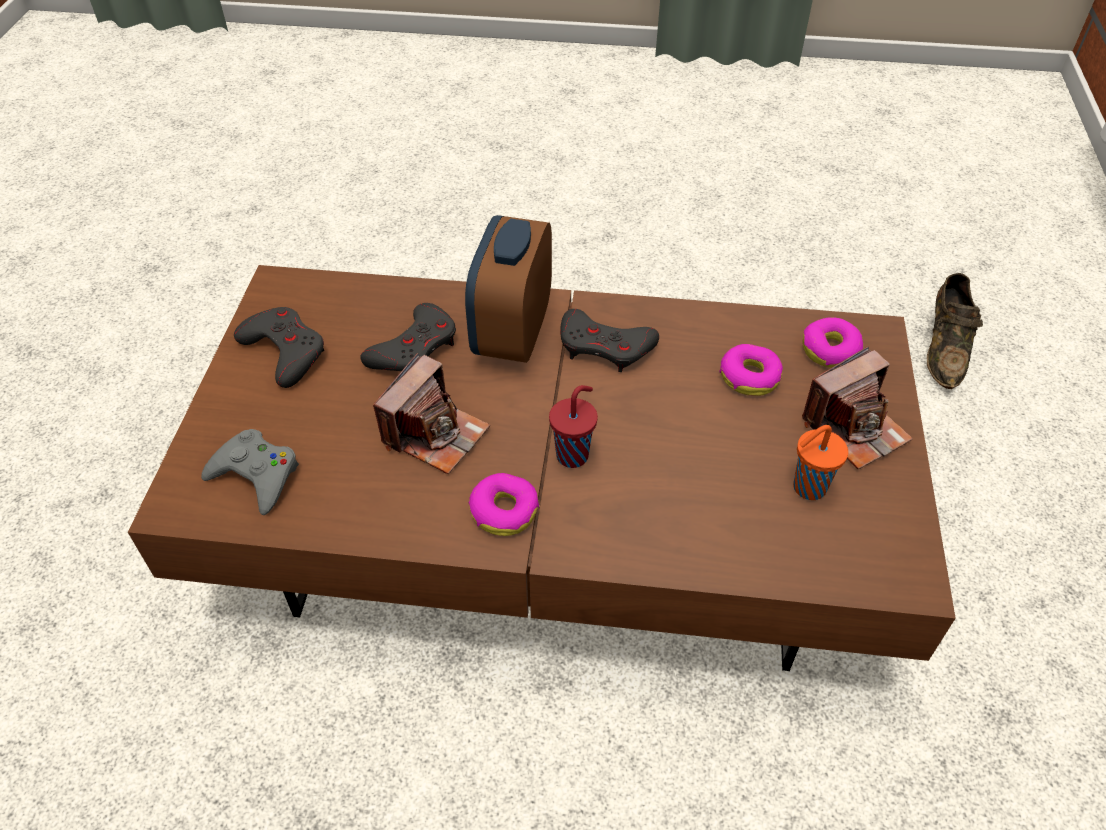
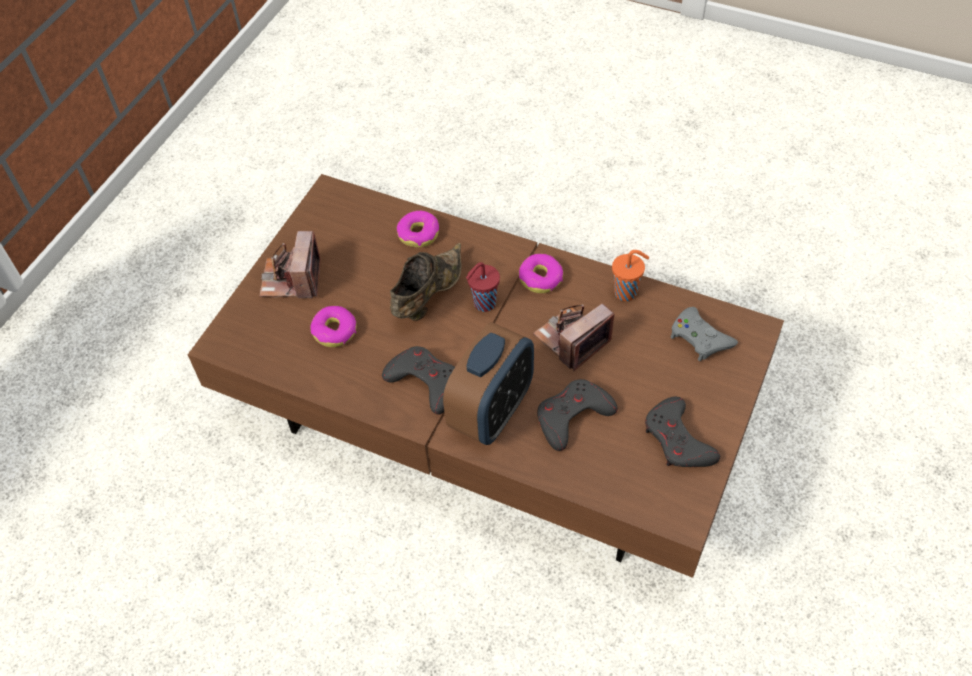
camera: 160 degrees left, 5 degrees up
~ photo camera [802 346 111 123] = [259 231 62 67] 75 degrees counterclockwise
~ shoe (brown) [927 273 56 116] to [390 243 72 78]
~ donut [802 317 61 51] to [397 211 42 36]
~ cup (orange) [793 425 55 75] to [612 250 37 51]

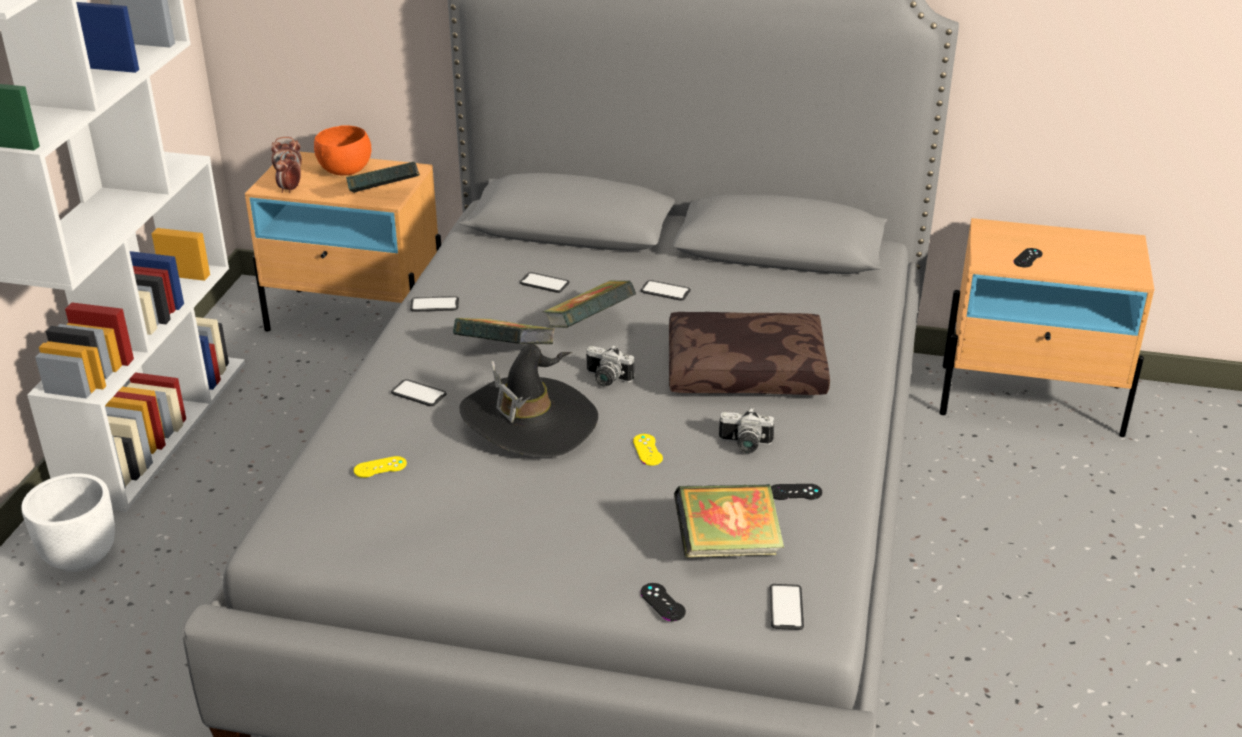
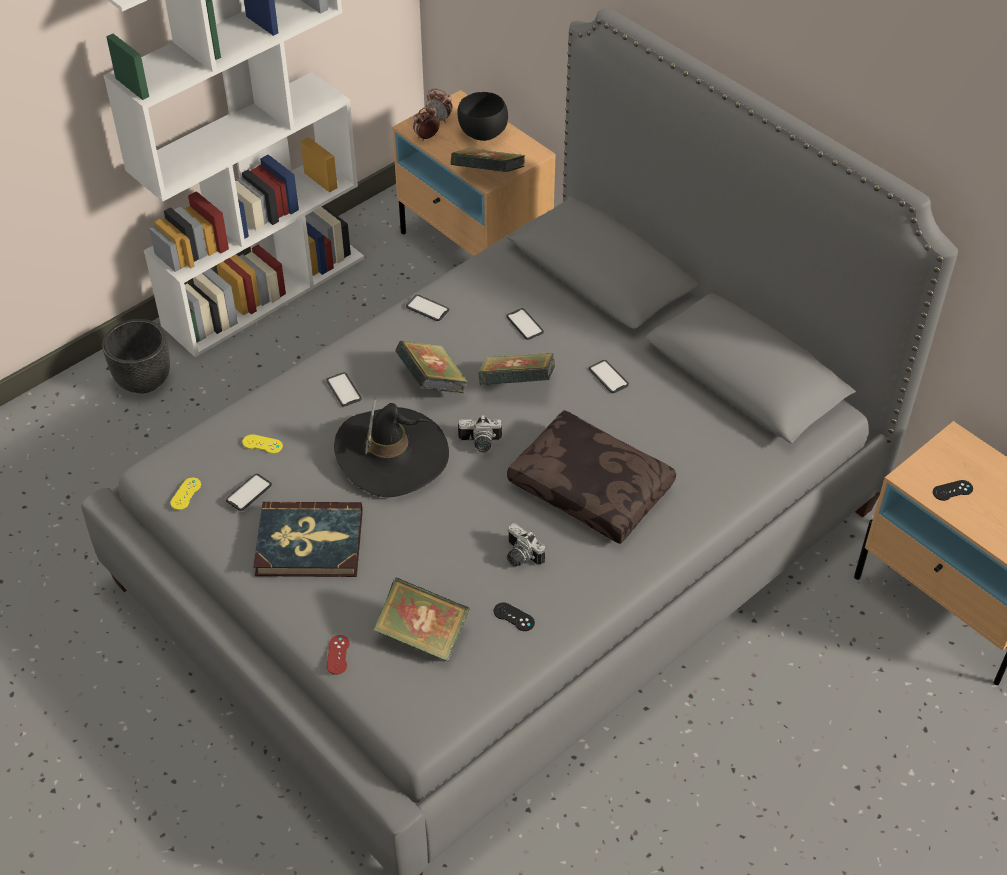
camera: 35 degrees right, 15 degrees up
~ planter (white) [21 473 94 99] to planter (black) [102 319 68 75]
~ game controller (yellow) [633 434 30 32] to [170 478 31 32]
~ phone [770 584 34 46] to [226 474 46 37]
+ book [253 502 110 75]
~ game controller (black) [640 583 46 38] to game controller (red) [327 635 23 40]
~ bowl (orange) [314 125 57 51] to bowl (black) [457 92 51 49]
~ photo camera [586 345 48 42] = [458 415 44 37] 60 degrees counterclockwise

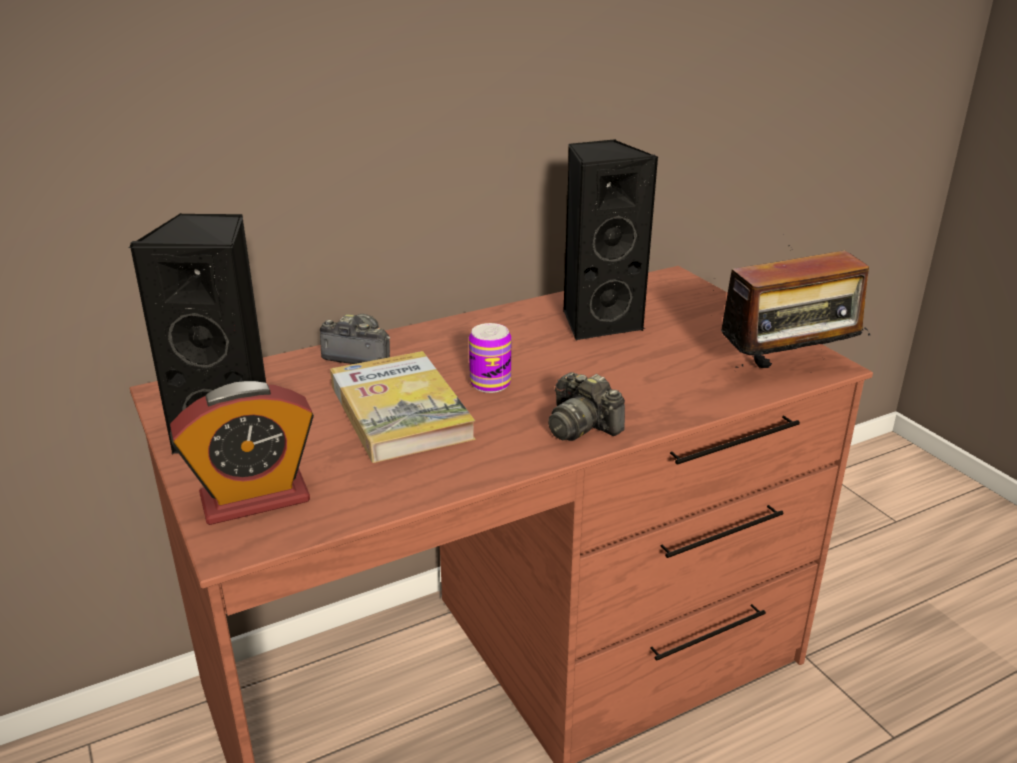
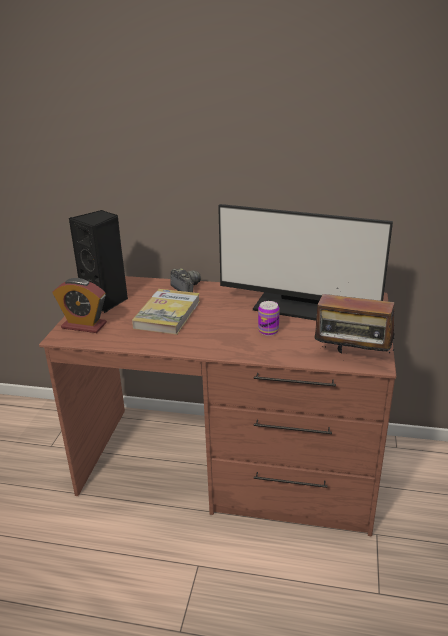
camera: 40 degrees right, 0 degrees up
~ speaker (black) [563 139 95 201] to monitor [218 204 175 117]
~ can [469 323 42 70] to [258 301 22 35]
- photo camera [548 372 77 69]

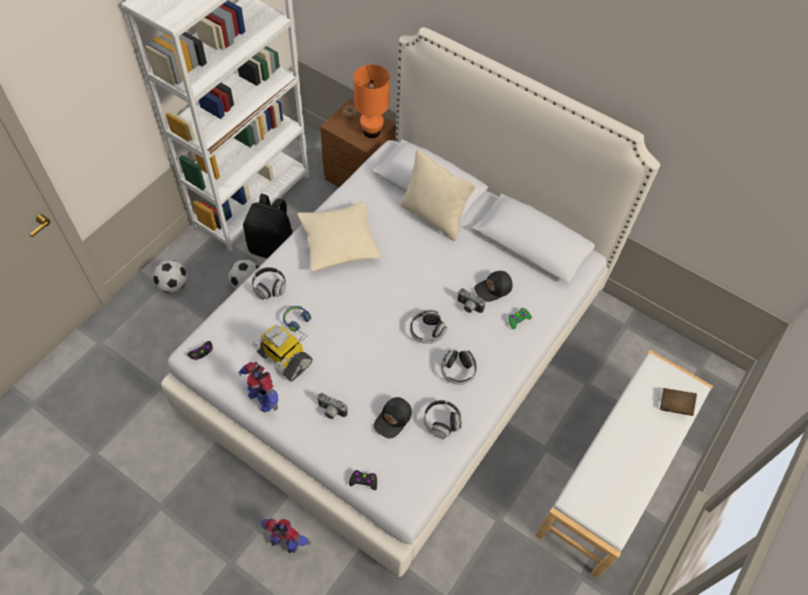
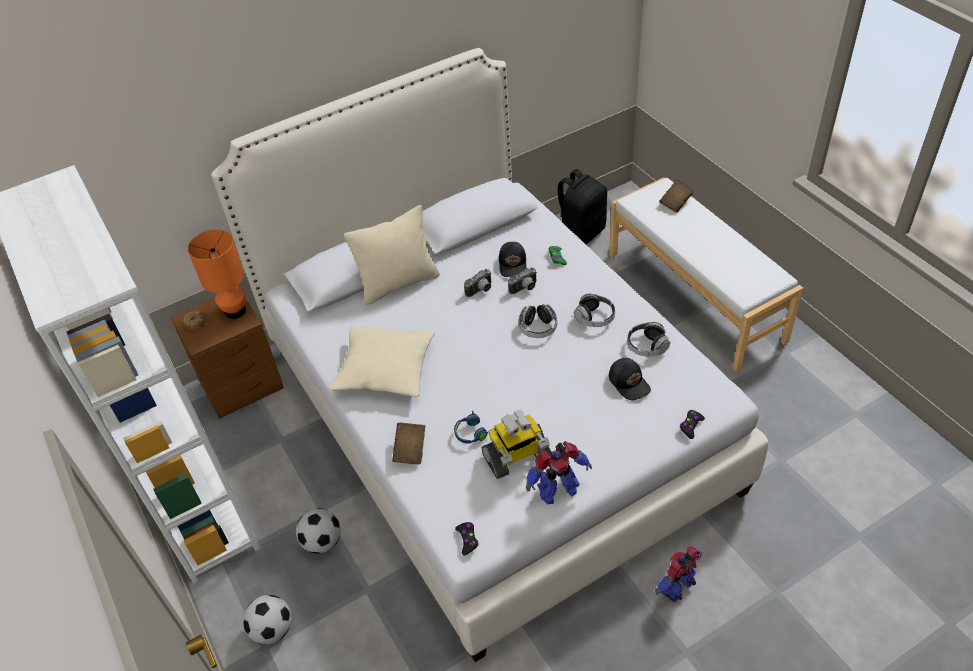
camera: 60 degrees left, 10 degrees down
~ headphones [252 267 34 33] to book (brown) [392 422 33 42]
~ photo camera [317 393 31 26] to [464 269 28 28]
~ backpack (black) [243 194 50 64] to [558 169 49 75]

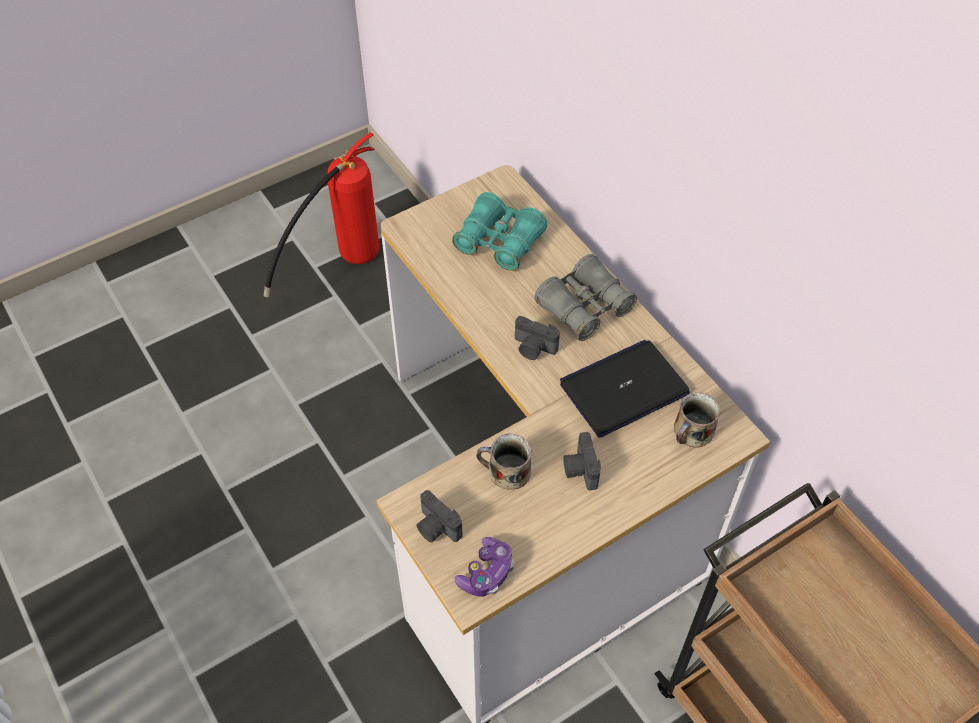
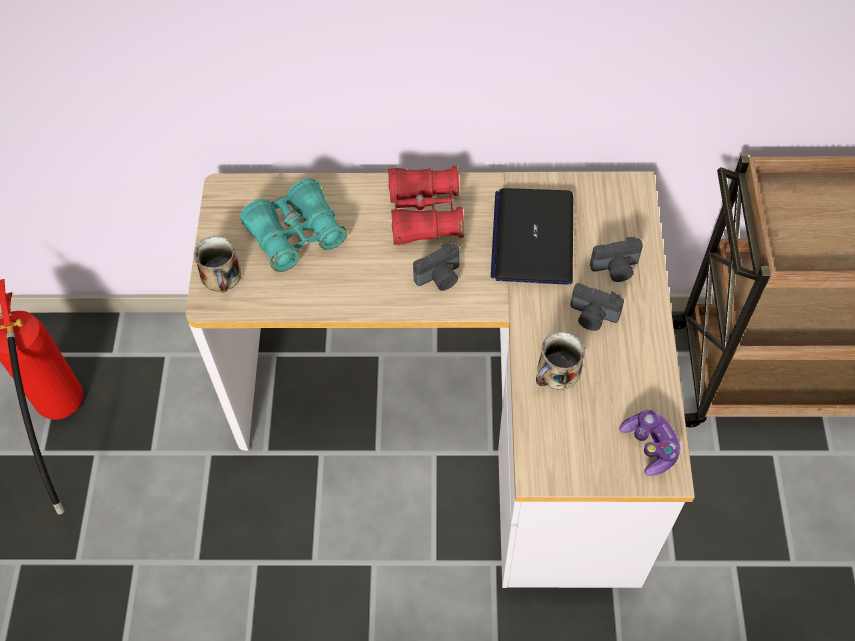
camera: 55 degrees left, 5 degrees up
~ mug [674 392 47 56] to [194 236 48 57]
~ binoculars (grey) [534 254 103 87] to binoculars (red) [388 166 76 79]
~ photo camera [417 490 46 53] to [590 237 53 45]

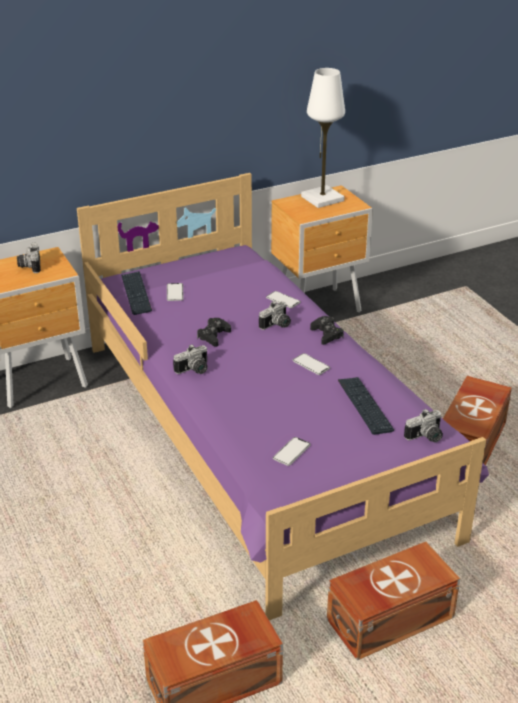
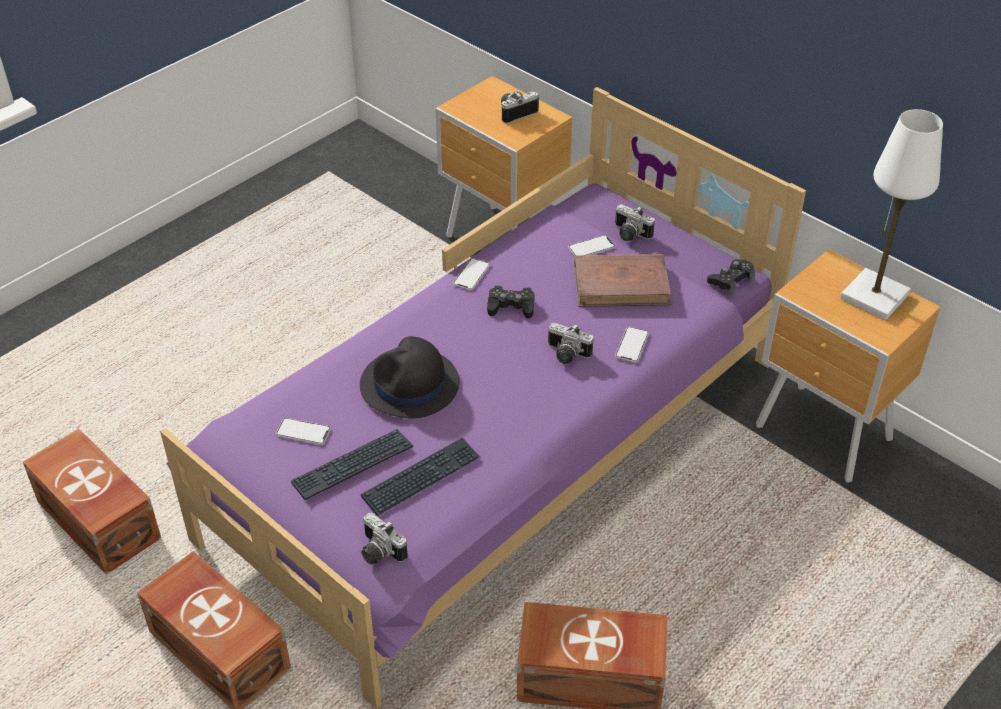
camera: 70 degrees right, 10 degrees up
~ keyboard [121 271 31 44] to [291 429 122 71]
+ hat (black) [360 336 99 83]
~ phone [293 353 37 22] to [453 258 37 32]
+ book (brown) [574 254 98 53]
~ photo camera [173 344 35 30] to [615 204 40 37]
~ game controller (black) [310 316 34 29] to [707 259 48 36]

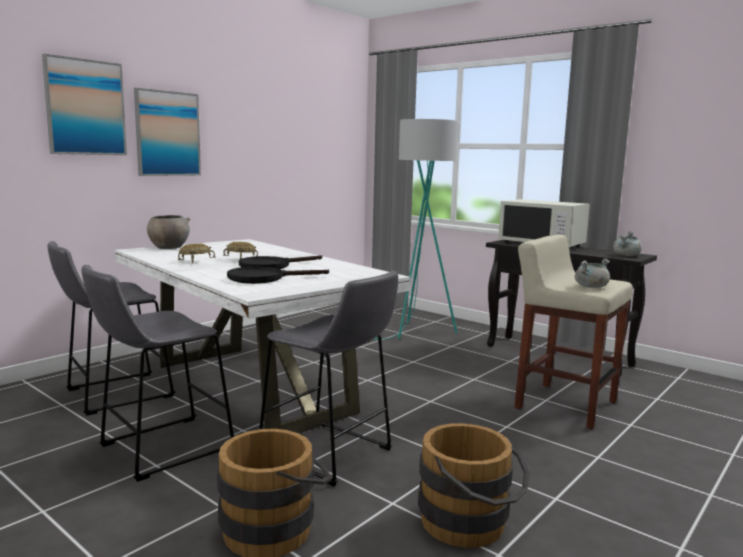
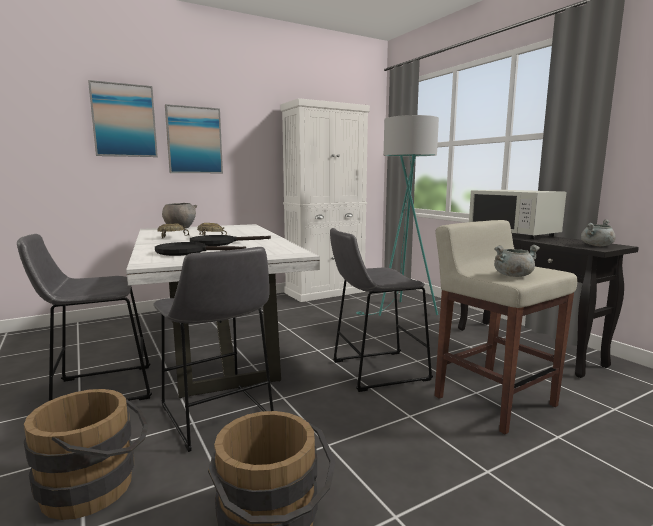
camera: 20 degrees right, 0 degrees up
+ cabinet (white) [281 98 89 204]
~ stool (grey) [47 241 128 175] to [330 228 103 164]

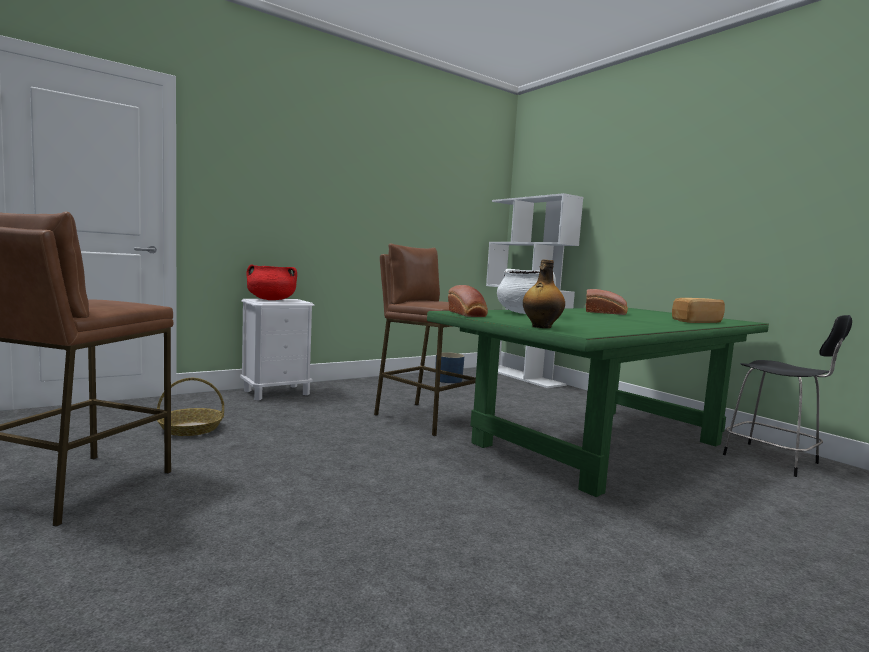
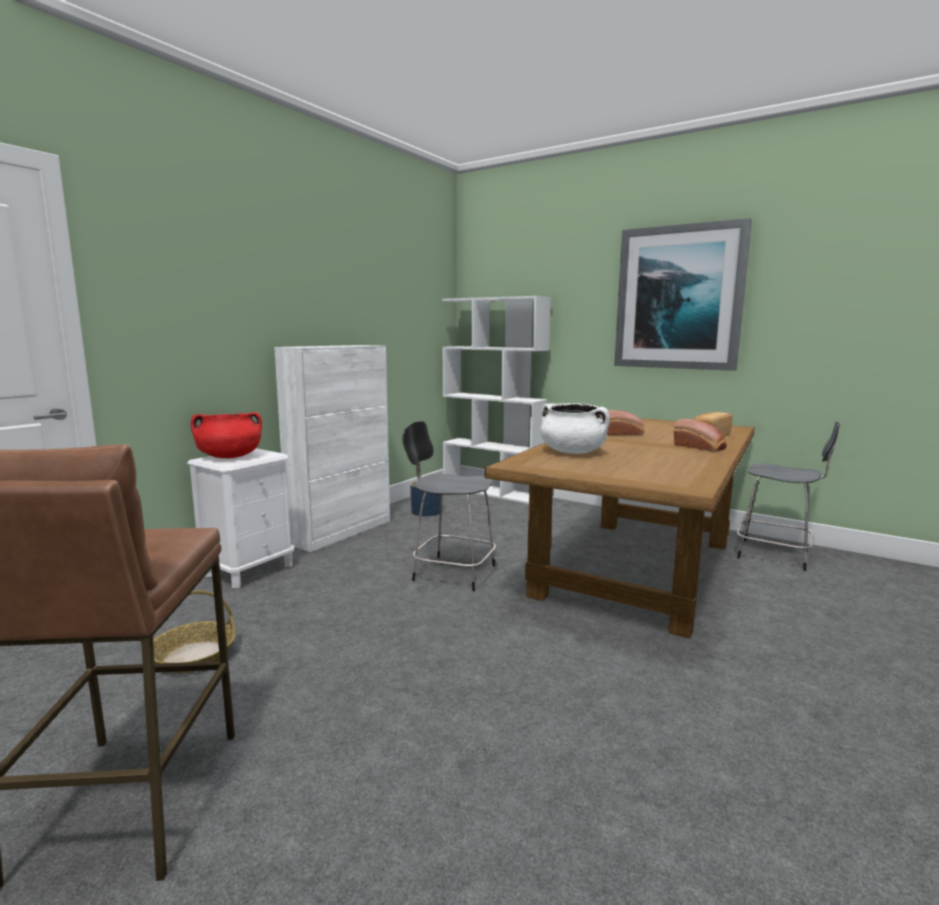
camera: 20 degrees left, 5 degrees up
+ cabinet (white) [274 345 116 207]
~ stool (brown) [374 243 114 193] to chair (black) [402 421 94 170]
~ dining table (green) [427 308 342 189] to dining table (brown) [485 418 270 221]
+ picture [614 218 138 153]
~ bread [448 285 40 32] to [674 419 53 33]
- bottle [523 259 42 69]

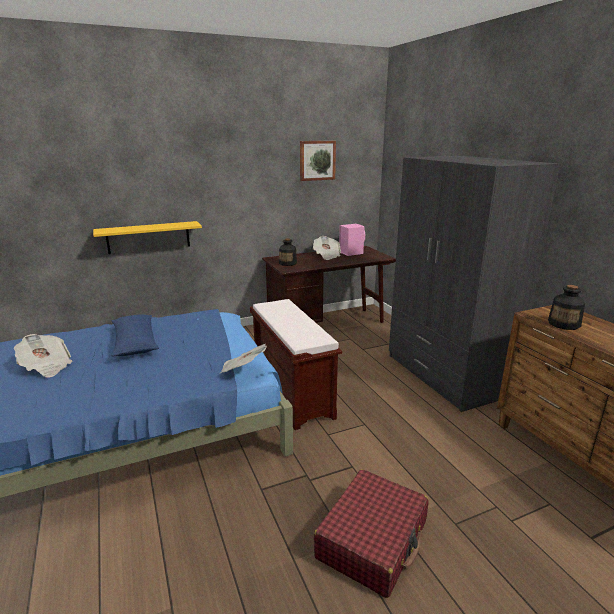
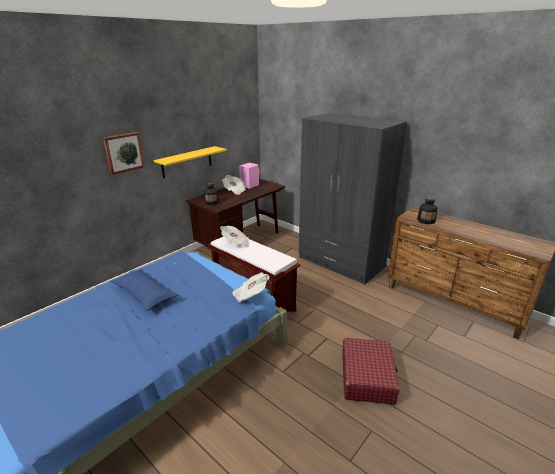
camera: 25 degrees left, 5 degrees up
~ picture [300 141 36 40] to [103 132 42 43]
~ shelf (yellow) [93 221 109 33] to [154 146 73 32]
~ newspaper [14 334 58 43] to [220 226 29 21]

